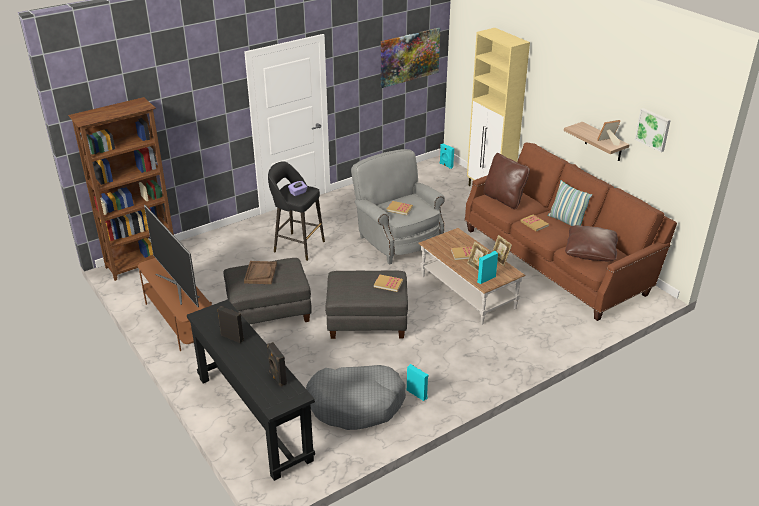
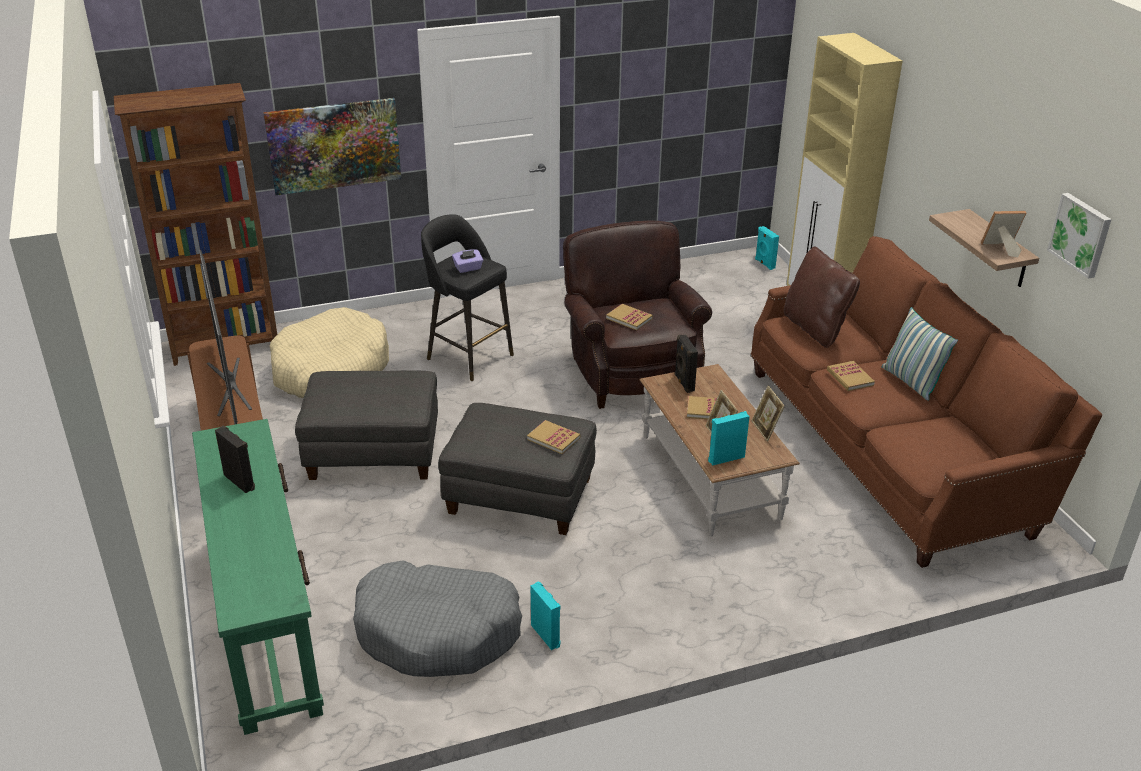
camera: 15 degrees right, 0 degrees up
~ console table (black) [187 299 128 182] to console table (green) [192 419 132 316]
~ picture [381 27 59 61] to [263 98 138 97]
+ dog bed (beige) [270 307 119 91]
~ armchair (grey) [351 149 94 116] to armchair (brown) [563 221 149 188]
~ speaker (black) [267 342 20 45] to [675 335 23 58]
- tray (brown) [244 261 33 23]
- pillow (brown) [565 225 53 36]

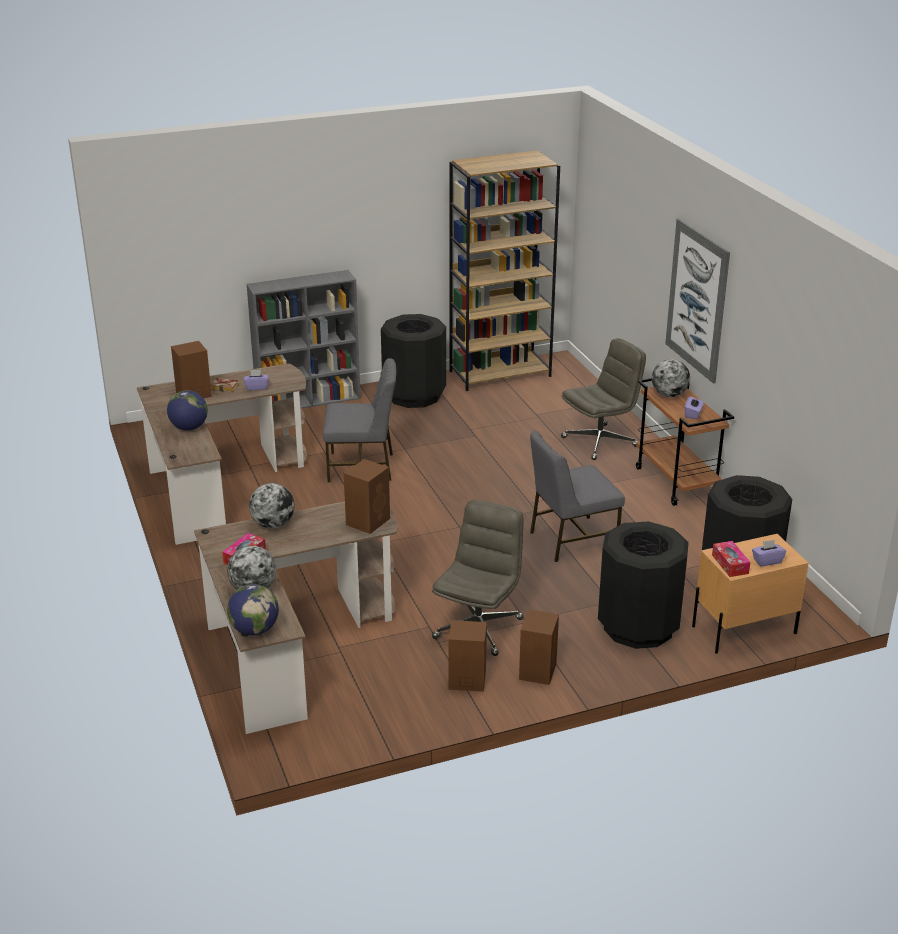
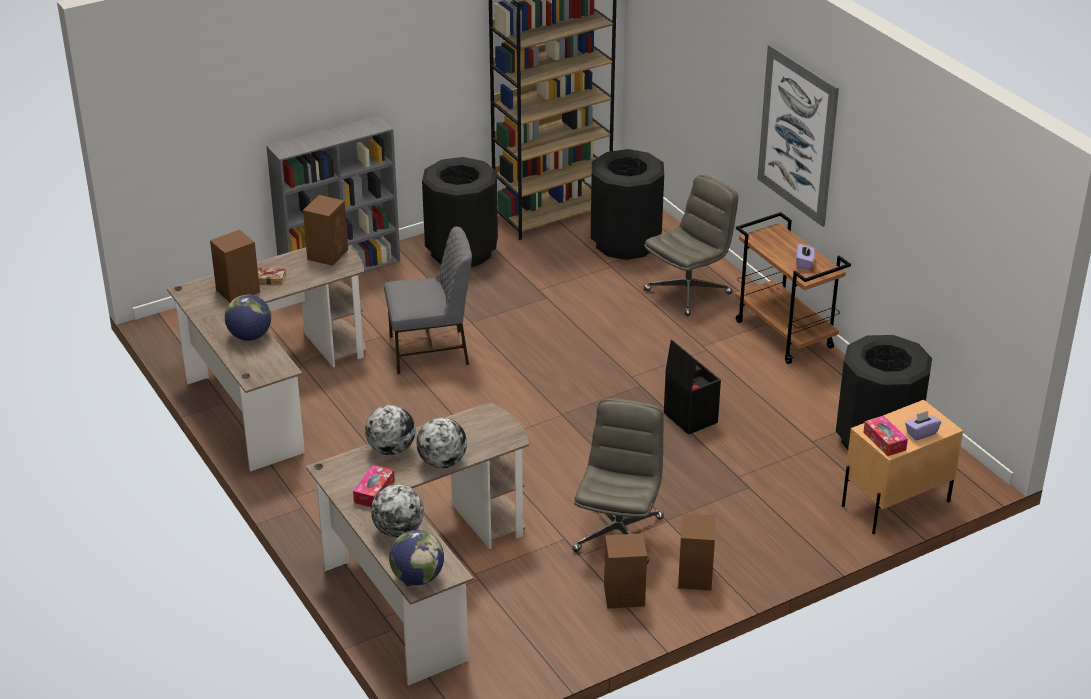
camera: 10 degrees left, 5 degrees up
~ speaker (brown) [344 459 46 75] to [303 195 45 71]
~ globe [652 359 38 38] to [416 418 51 50]
~ trash can (black) [598 521 91 128] to [591 149 73 111]
~ chair (grey) [530 430 95 132] to storage box (black) [664 339 57 96]
- tissue box (purple) [244 370 25 21]

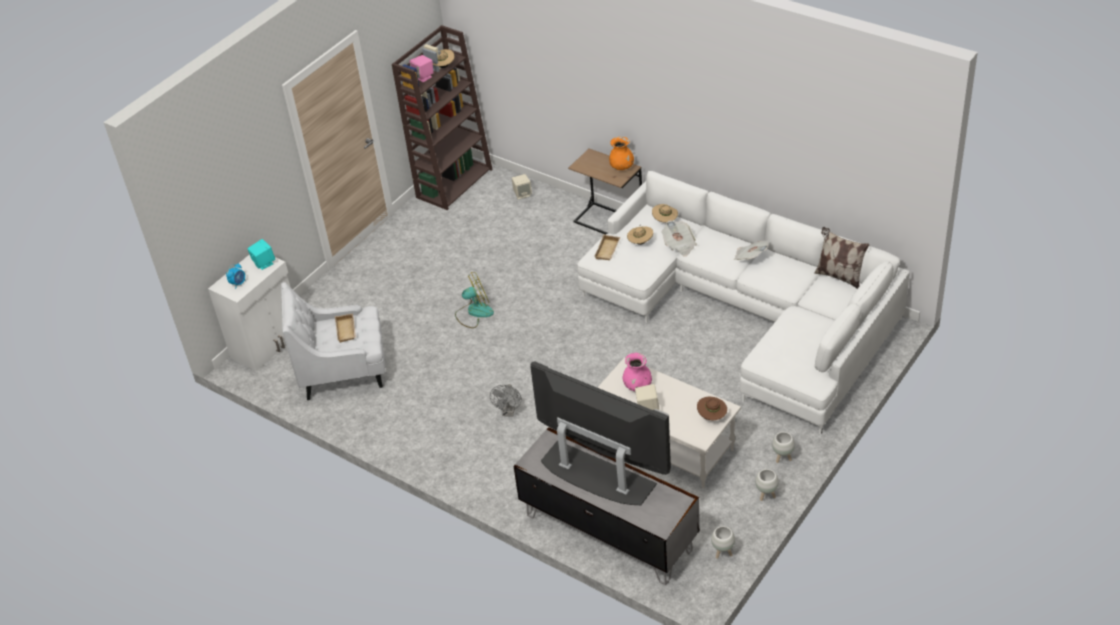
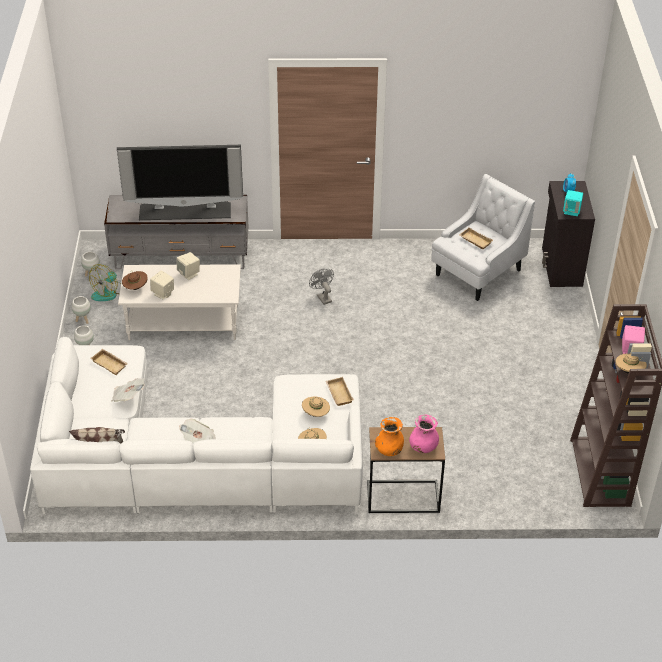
camera: 140 degrees right, 0 degrees up
~ fan [455 272 39 56] to [89 264 32 37]
+ tray (beige) [91 349 37 26]
~ newspaper [662 220 35 37] to [111 378 34 24]
~ speaker (beige) [512 174 20 26] to [150 270 24 29]
~ vase (pink) [623 353 29 38] to [409 414 30 39]
~ cabinet (white) [208 254 83 117] to cabinet (black) [542 181 53 106]

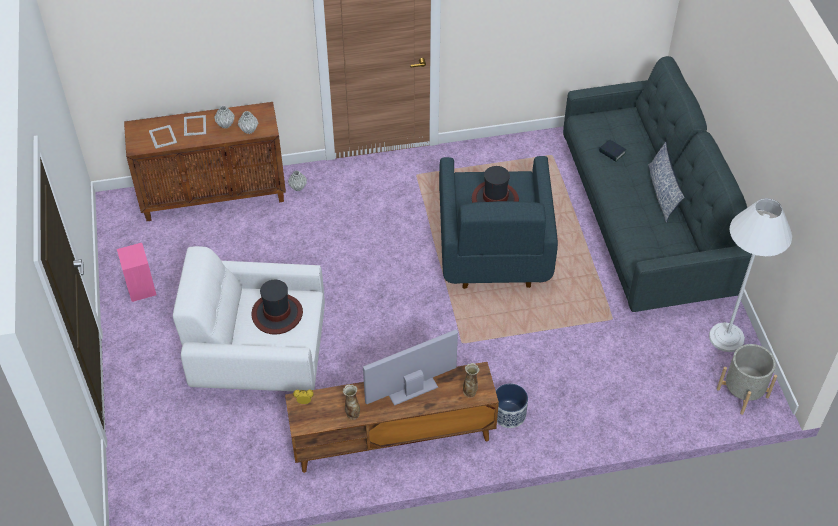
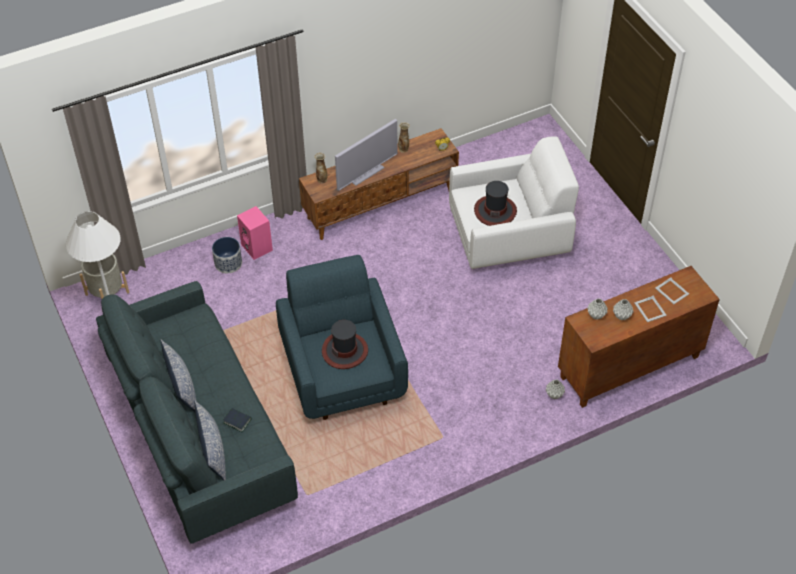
camera: 165 degrees right, 0 degrees up
+ pillow [194 400 32 81]
~ planter [496 383 32 45] to [212 237 30 36]
~ speaker (pink) [117 243 39 59] to [237 206 36 54]

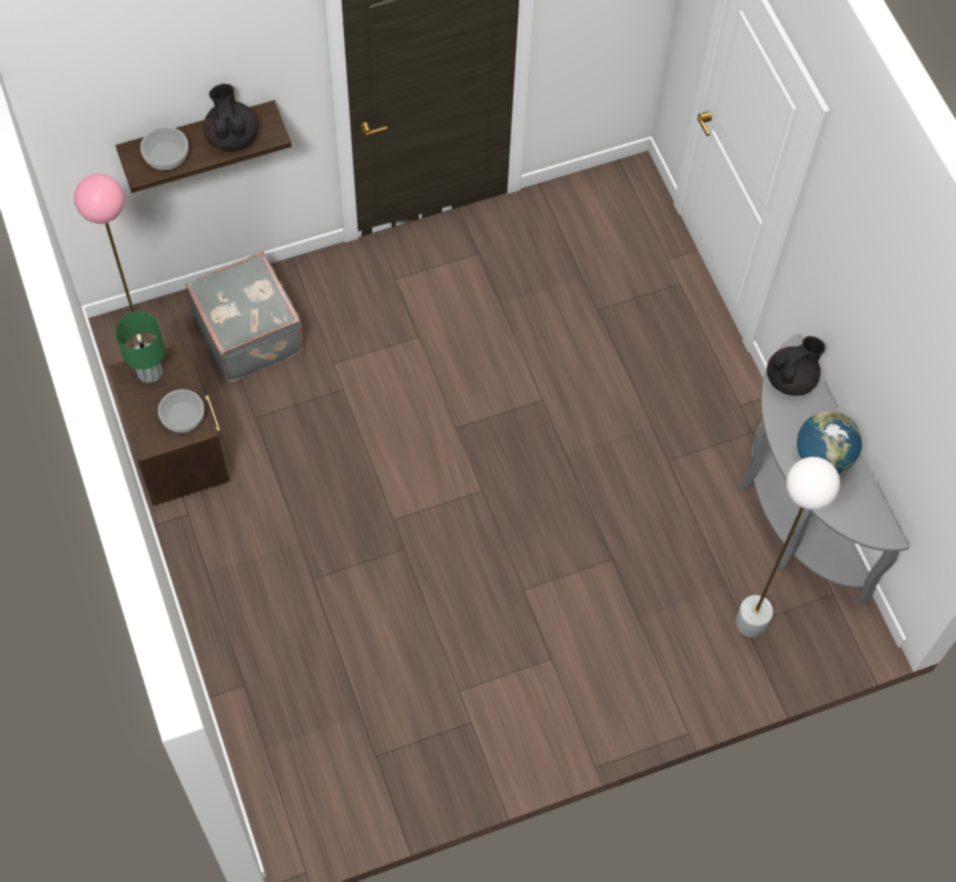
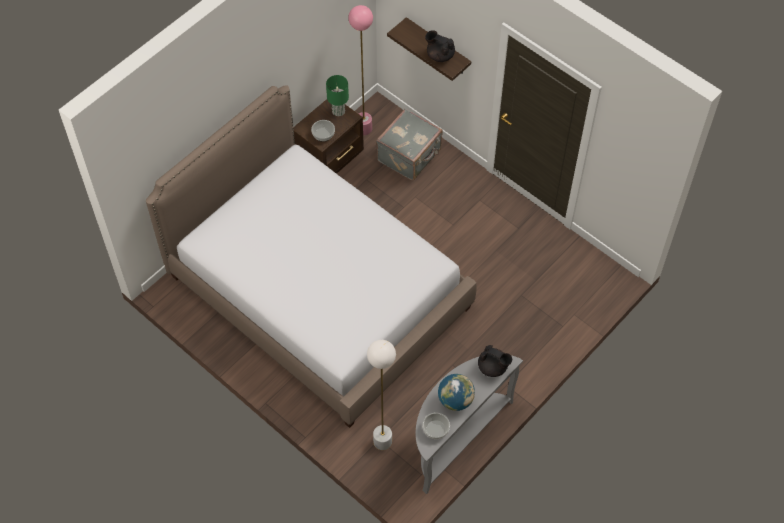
camera: 65 degrees right, 5 degrees down
+ bed [146 85 331 343]
~ bowl [140 127 49 44] to [422 412 28 27]
~ teapot (black) [203 84 55 67] = [425 30 30 32] 105 degrees counterclockwise

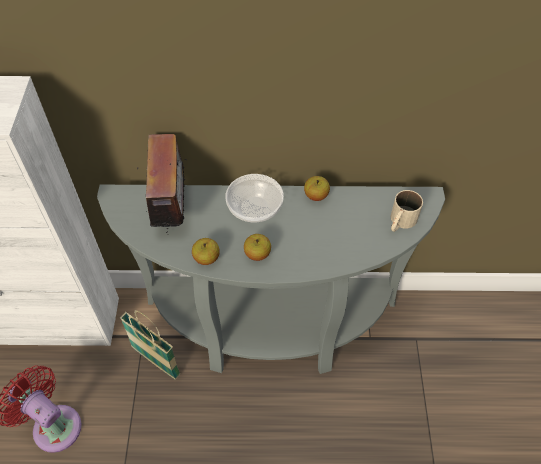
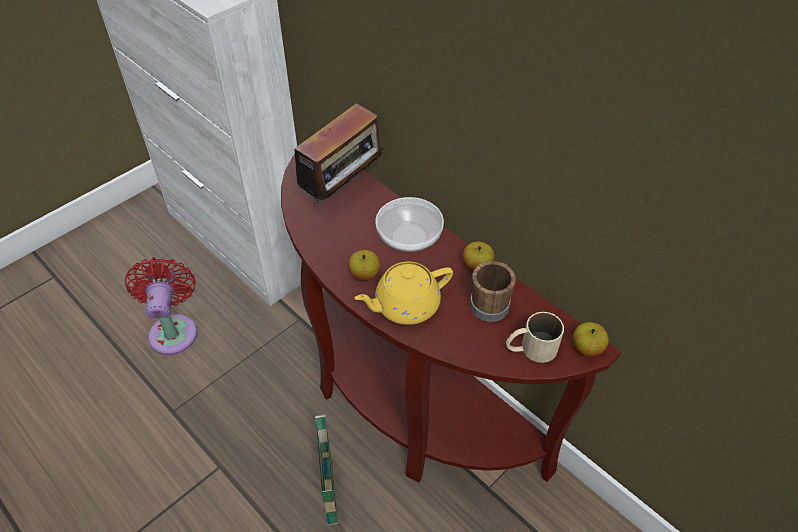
camera: 45 degrees right, 5 degrees down
~ console table (grey) [97 185 348 189] to console table (brown) [281 154 340 329]
~ basket [120 310 61 70] to [314 415 24 110]
+ teapot (yellow) [355 262 98 63]
+ mug (brown) [470 261 46 61]
~ apple [192 238 27 27] to [572 322 37 35]

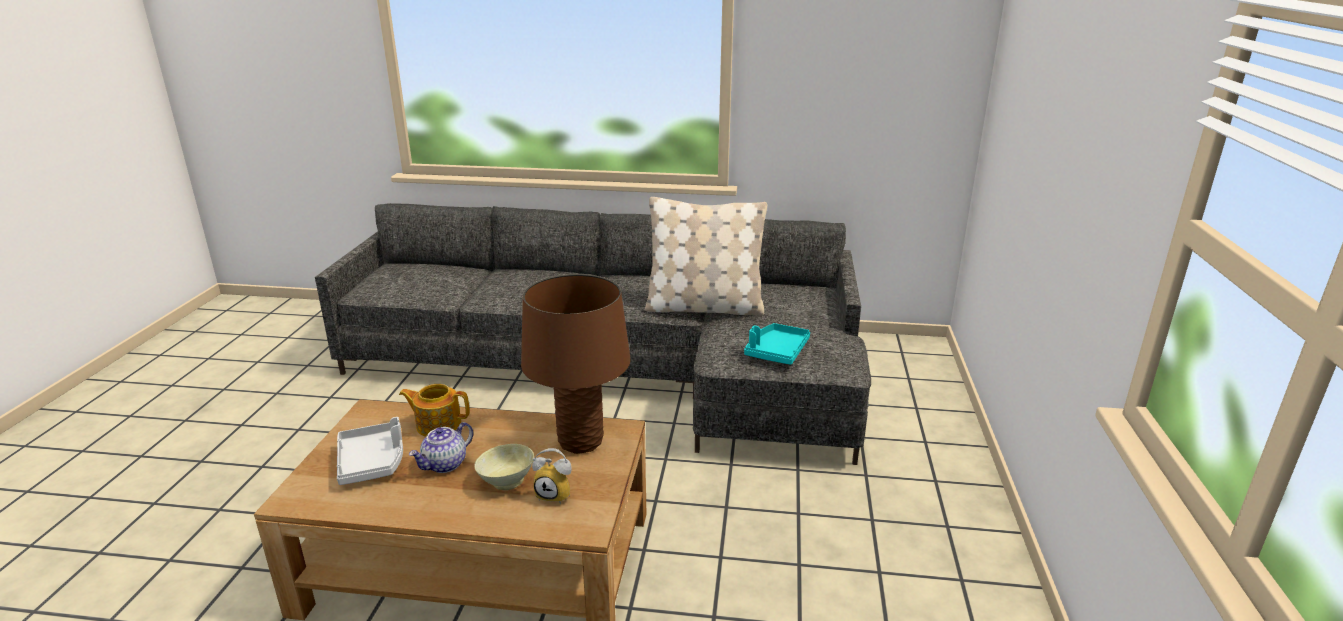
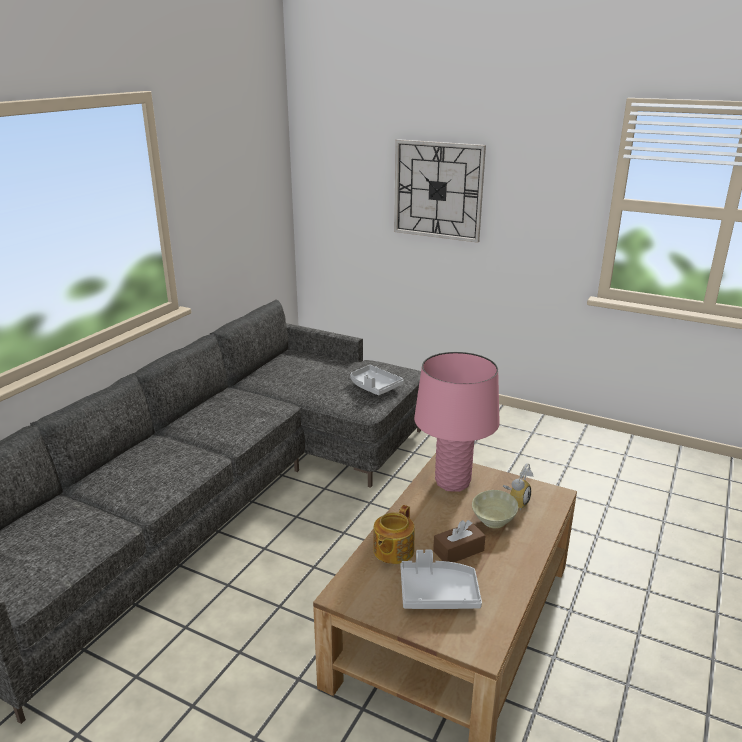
camera: 70 degrees left, 0 degrees up
~ tray (turquoise) [744 323 66 42] to tray (grey) [350 365 54 30]
+ wall clock [394 139 92 104]
~ table lamp (brown) [521 274 110 180] to table lamp (pink) [414 352 86 140]
~ teapot [409 422 64 51] to tissue box (brown) [433 520 53 42]
- pillow (beige) [645 197 122 119]

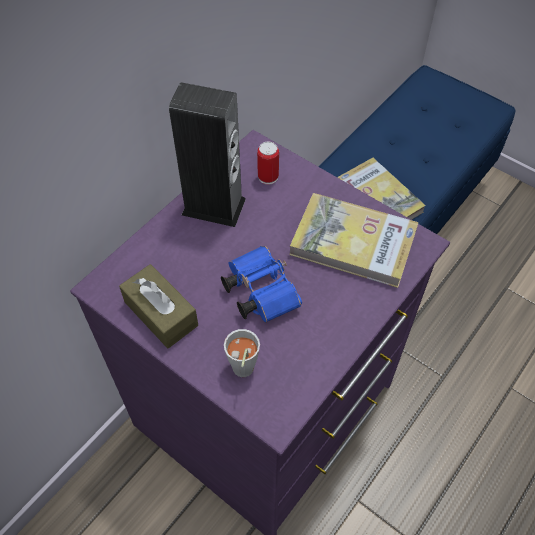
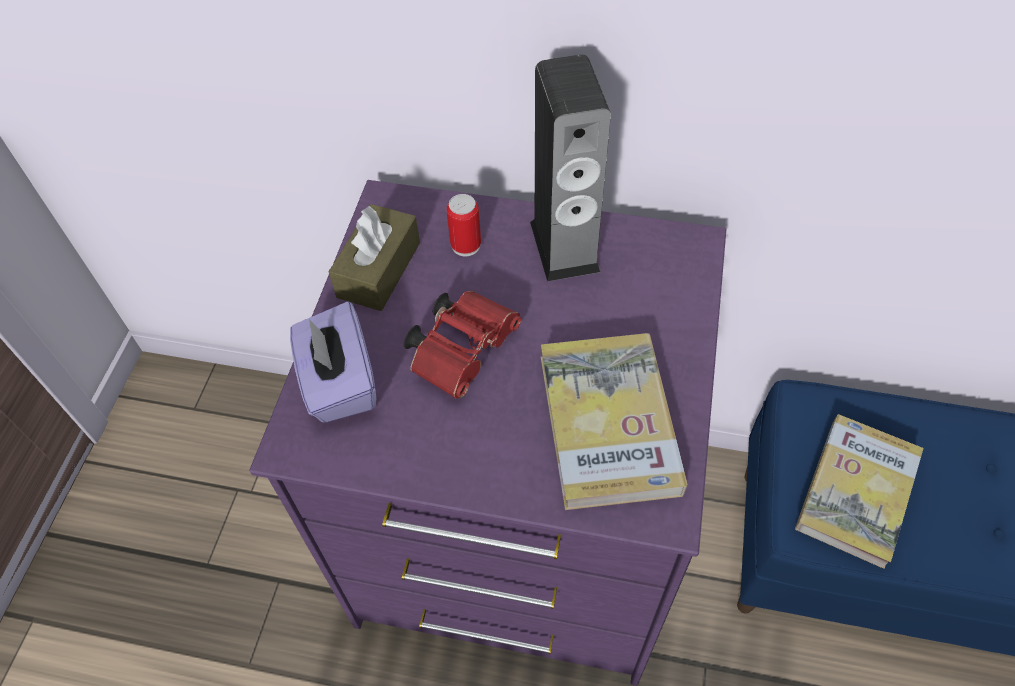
camera: 65 degrees right, 0 degrees up
~ cup (grey) [224 329 36 48] to tissue box (purple) [290 301 87 122]
~ binoculars (blue) [221 246 81 77] to binoculars (red) [404 291 117 108]
~ can [257 141 22 44] to [447 194 34 62]

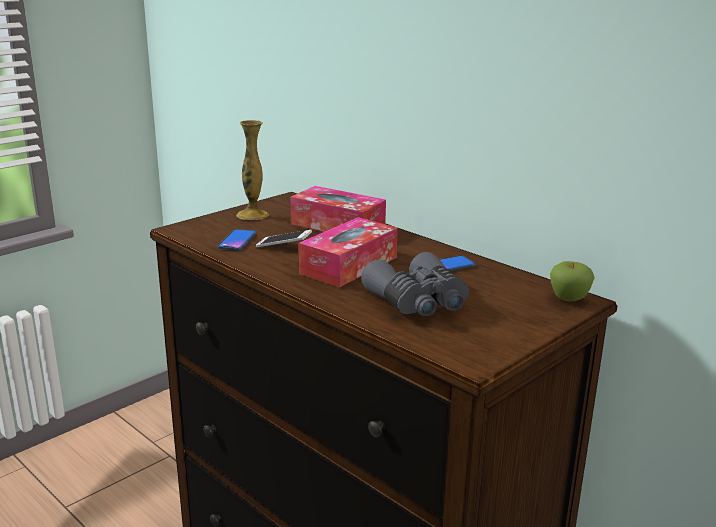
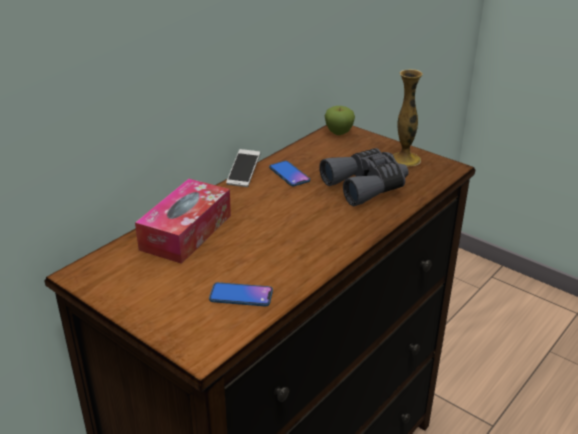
camera: 95 degrees left, 10 degrees up
~ phone [256 230 56 18] to [226 149 34 38]
~ vase [237 120 32 100] to [393 69 30 98]
- tissue box [299 217 99 70]

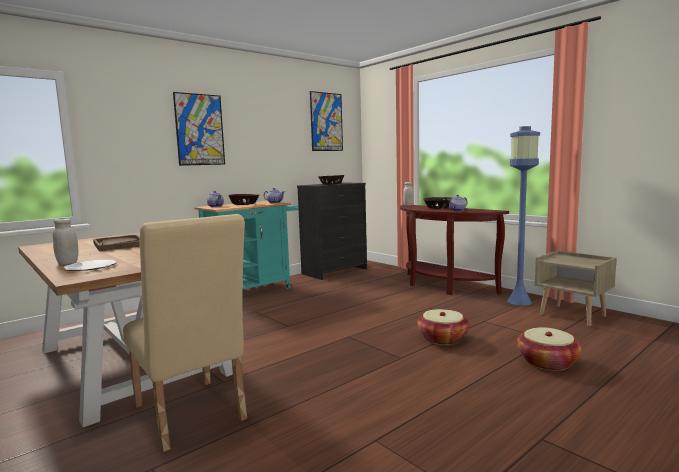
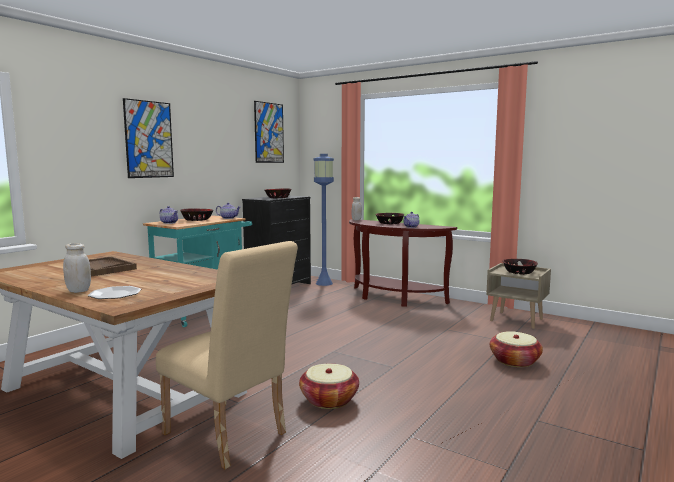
camera: 15 degrees left, 0 degrees up
~ basket [417 309 52 36] to [299 364 60 45]
~ floor lamp (blue) [507 126 33 179] to [313 154 21 132]
+ bowl [502 259 36 16]

